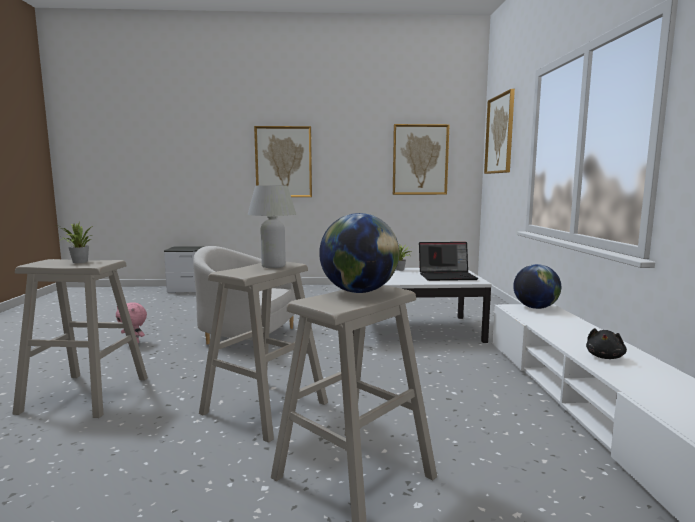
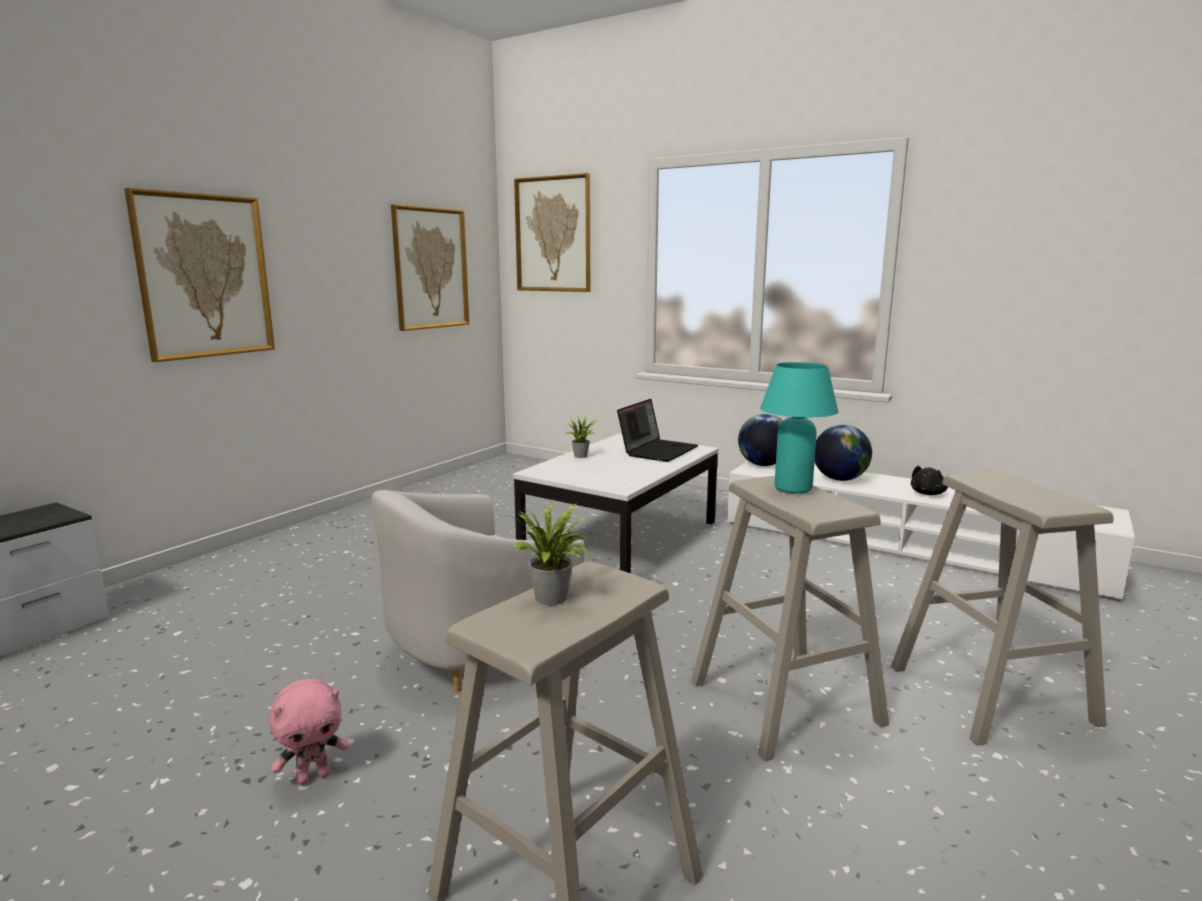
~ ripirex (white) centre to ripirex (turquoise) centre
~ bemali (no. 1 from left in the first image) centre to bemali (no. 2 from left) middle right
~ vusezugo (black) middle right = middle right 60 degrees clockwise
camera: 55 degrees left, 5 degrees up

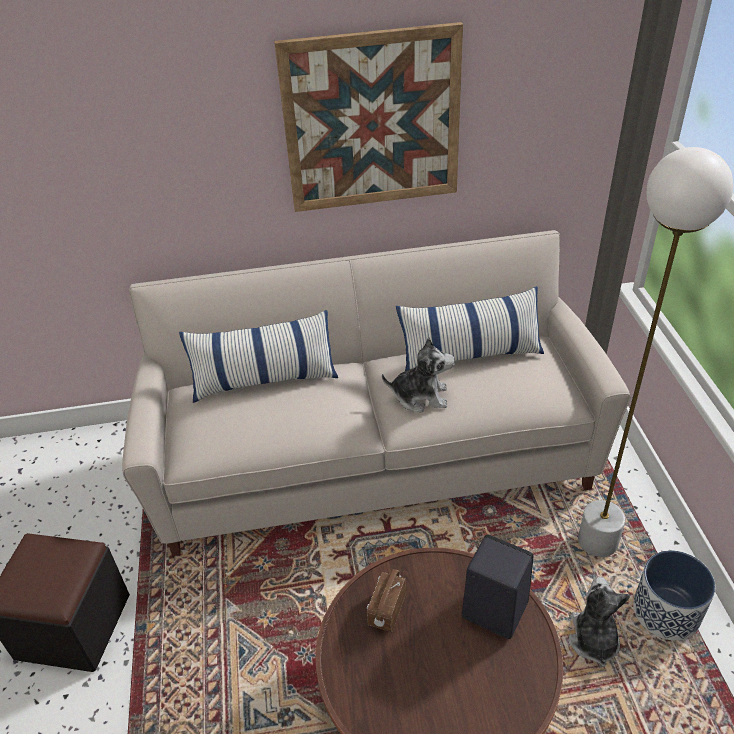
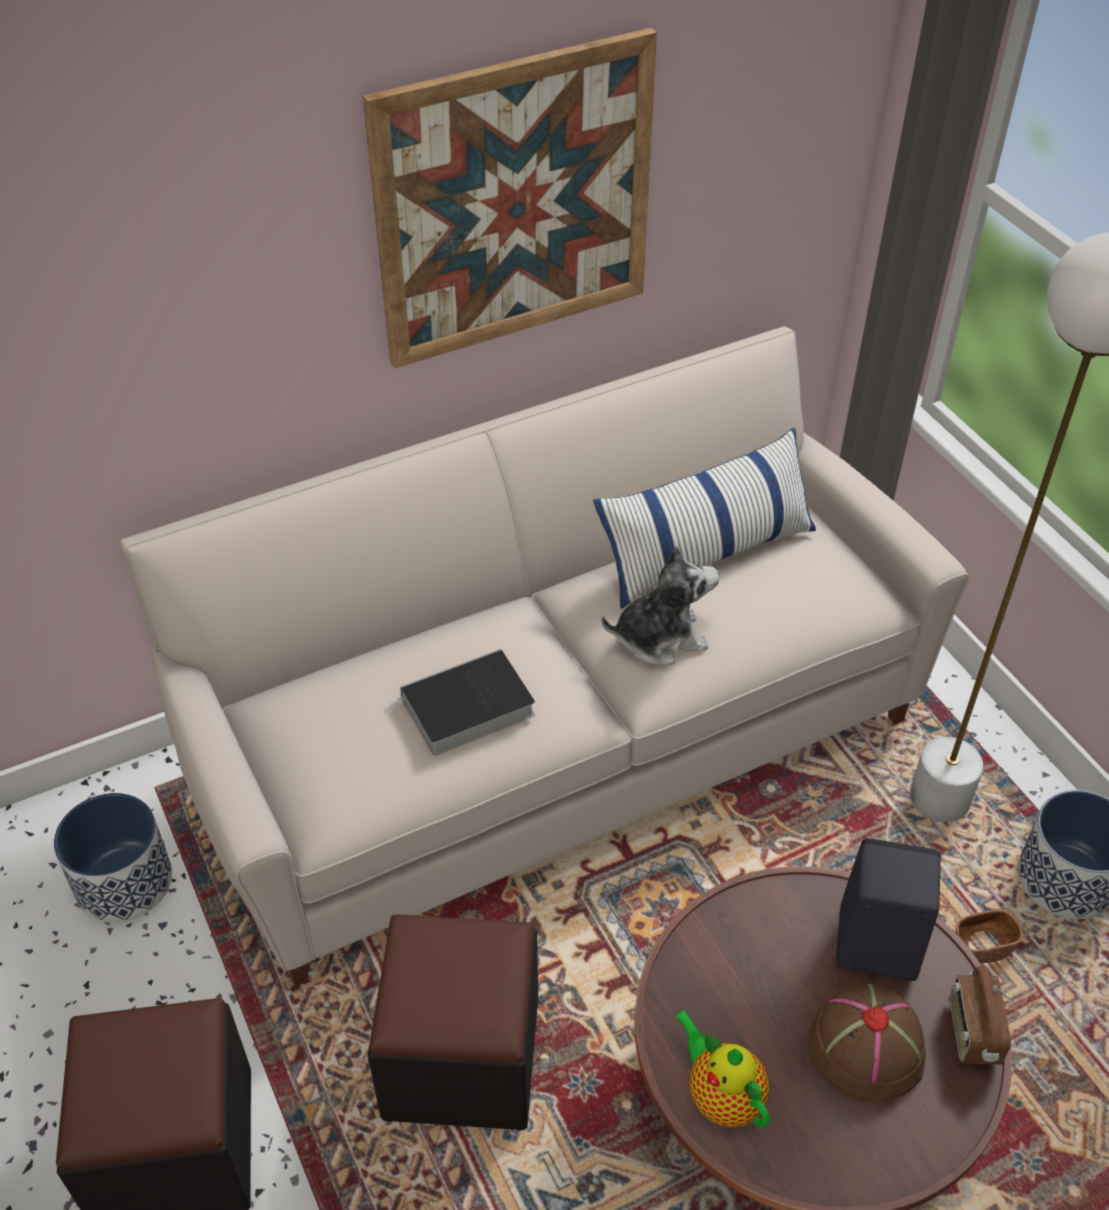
- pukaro (no. 1 from left) centre
~ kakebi bottom centre to bottom right
~ vusezugo (no. 2 from left) bottom right to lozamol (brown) bottom right
+ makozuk centre
+ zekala (no. 1 from left) bottom left
+ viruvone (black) (no. 2 from left) bottom centre
+ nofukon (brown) bottom right
+ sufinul bottom centre
camera: 20 degrees left, 5 degrees up

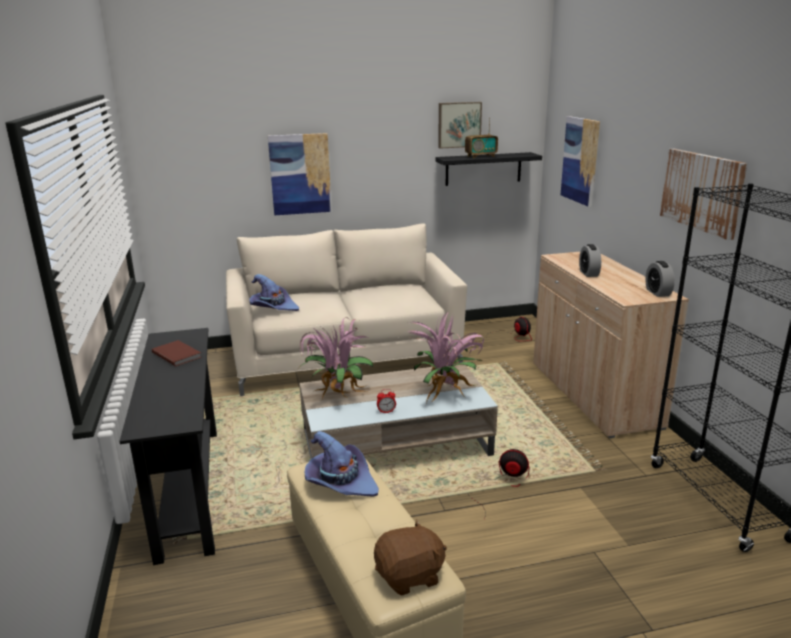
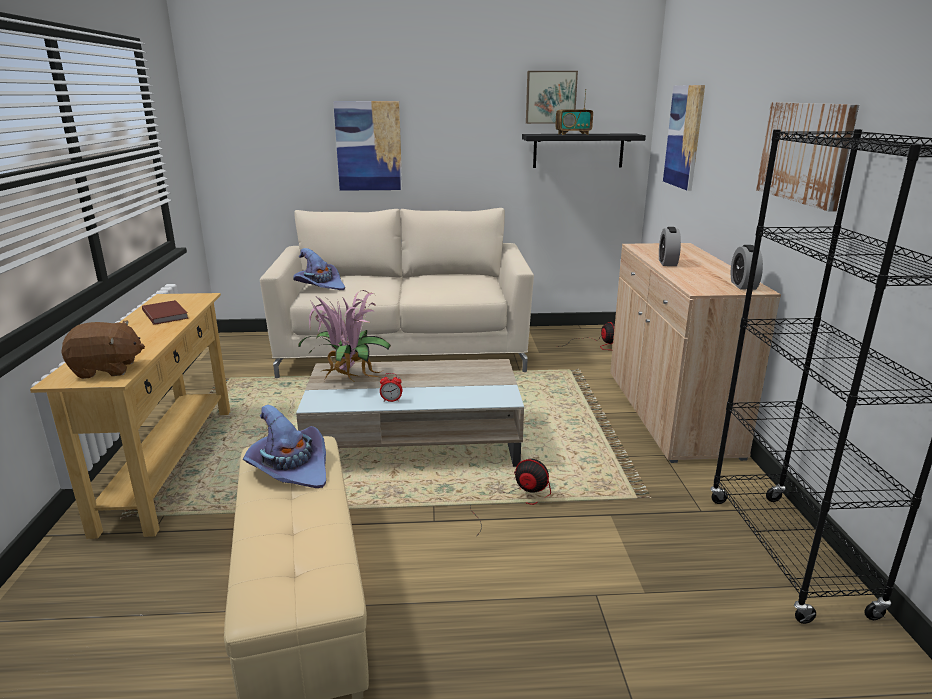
- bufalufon (no. 2 from left) centre
~ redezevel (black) bottom left to redezevel (beige) middle left
~ vusezugo (brown) bottom centre to middle left
camera: 10 degrees right, 0 degrees up

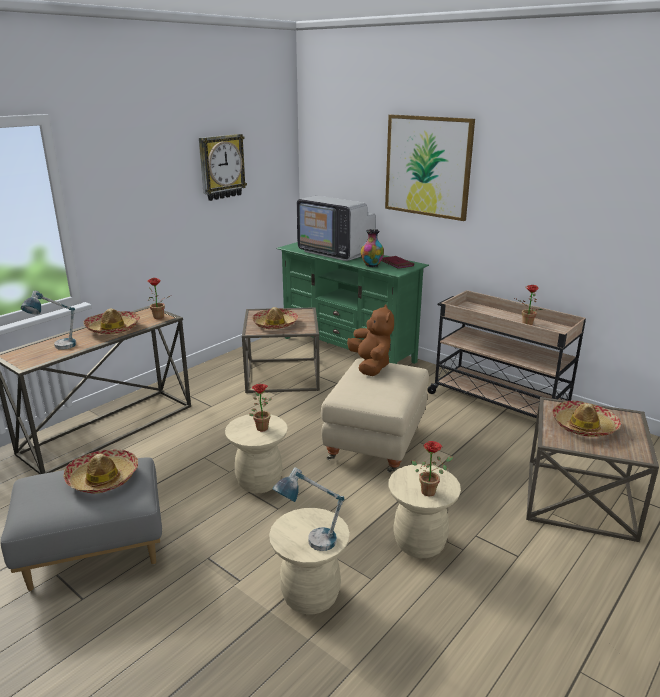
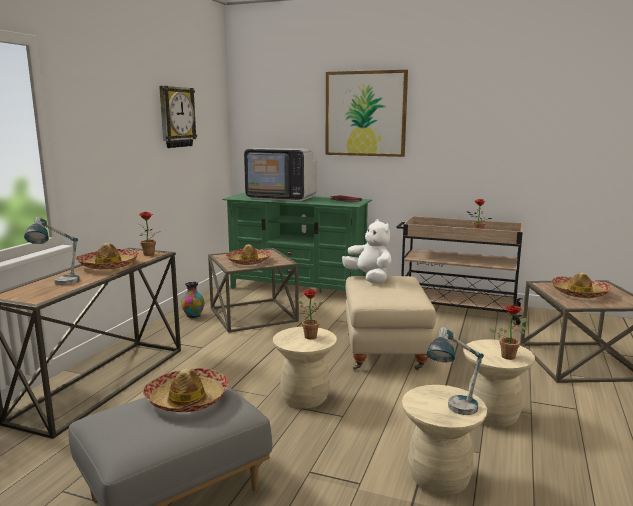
~ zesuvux centre to middle left
~ vusezugo (brown) centre to vusezugo (white) centre
camera: 20 degrees left, 10 degrees down

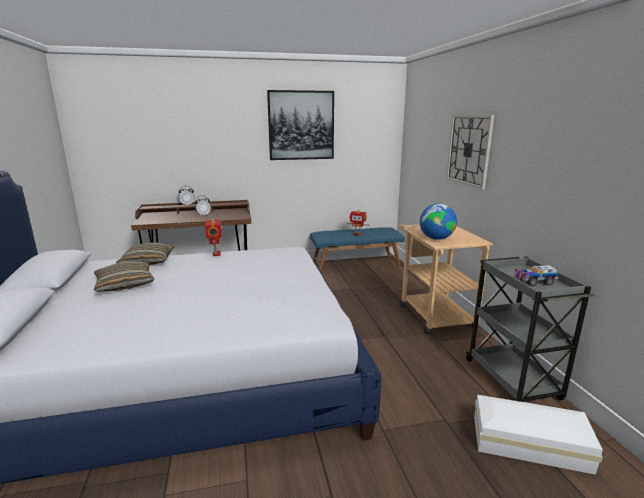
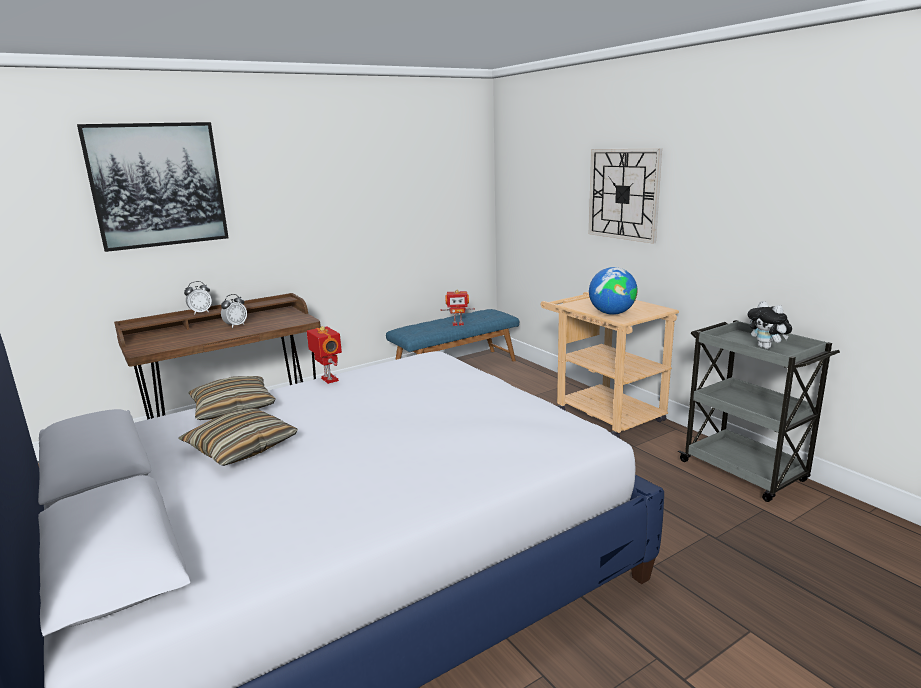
~ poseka top centre to top left
~ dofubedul middle right to vusezugo middle right
- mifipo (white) bottom right
camera: 20 degrees left, 0 degrees up

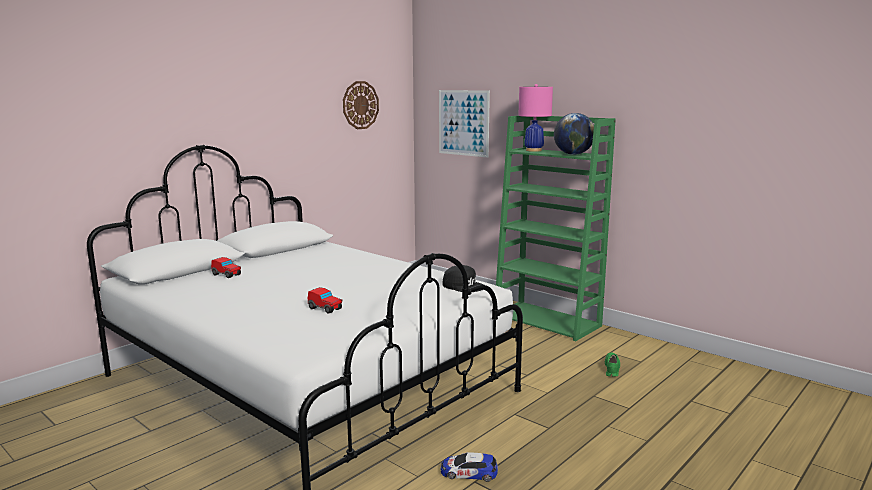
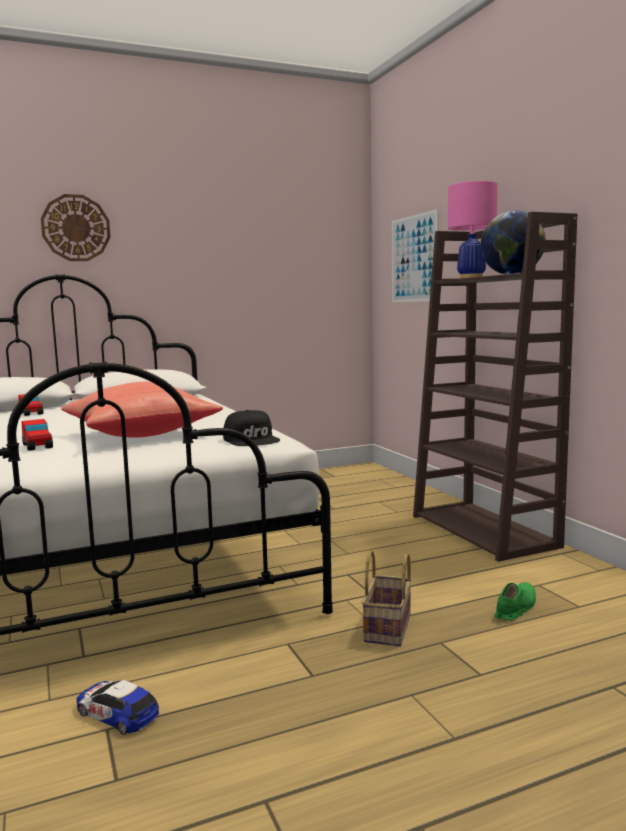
~ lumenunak top centre to top left
~ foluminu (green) centre to foluminu (brown) middle right
+ pukaro (red) middle left
+ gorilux bottom centre
camera: 25 degrees right, 5 degrees down

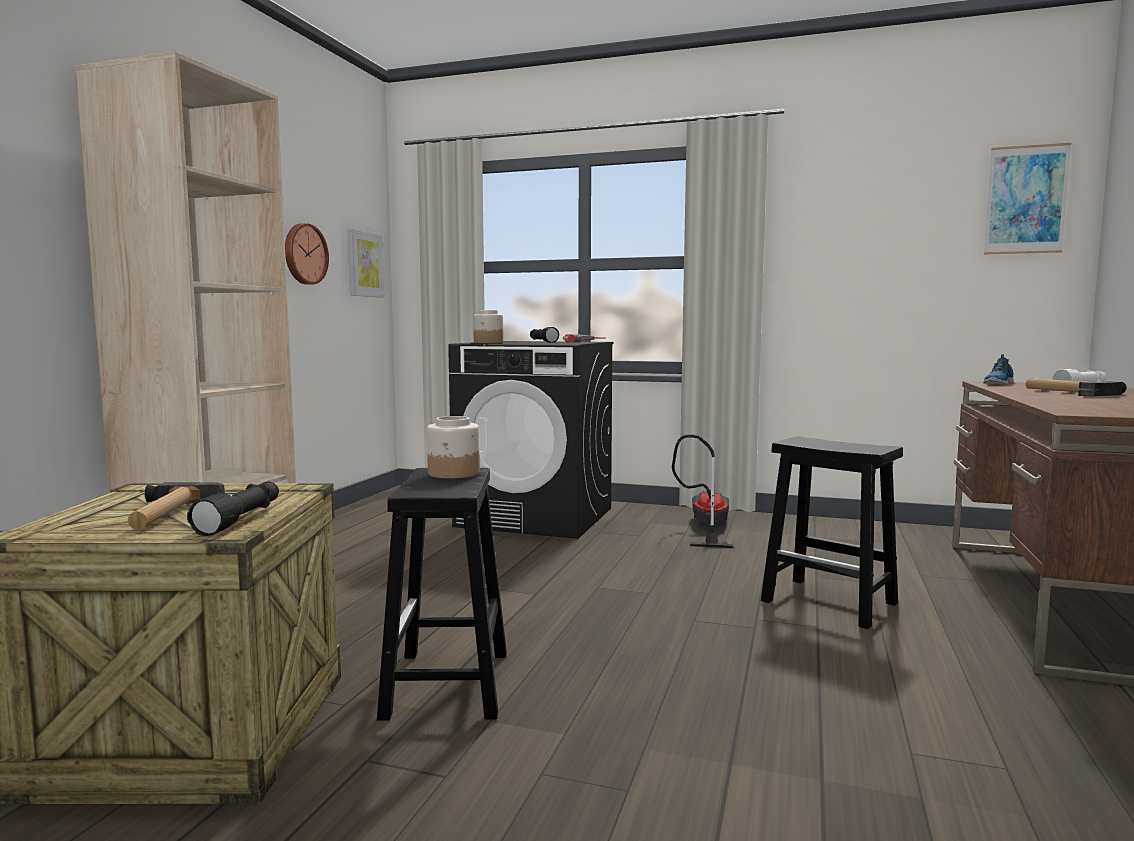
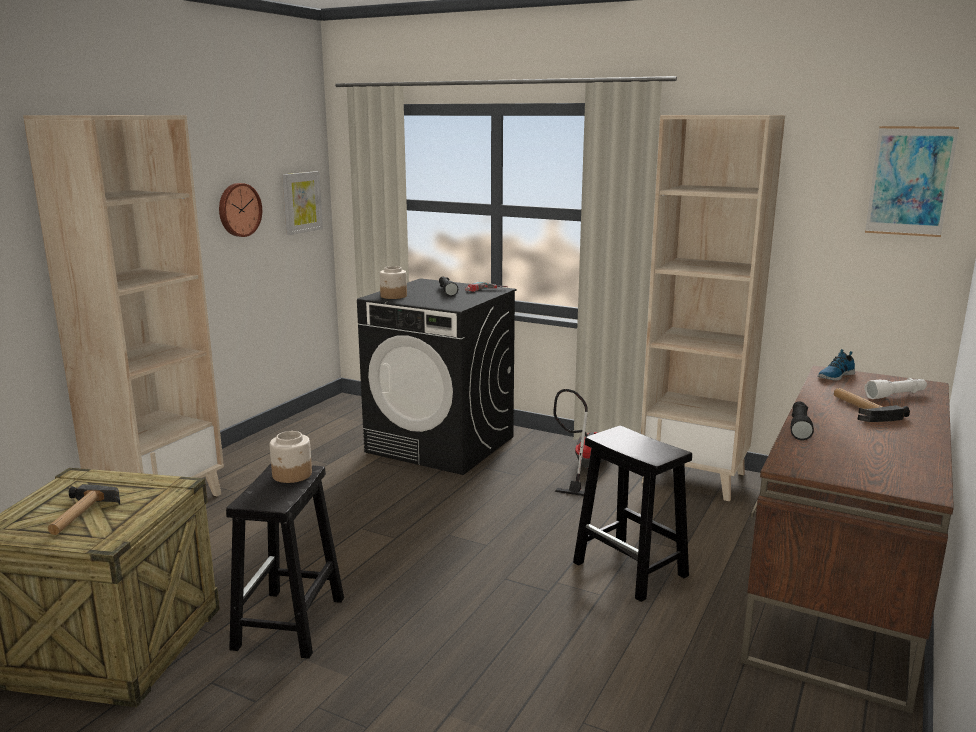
~ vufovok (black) (no. 1 from left in the first image) middle left to vufovok (black) (no. 2 from left) middle right
+ foluminu (beige) (no. 2 from left) middle right
camera: 10 degrees right, 10 degrees up

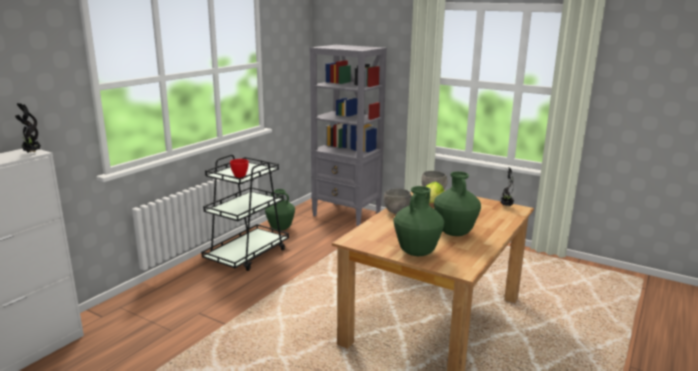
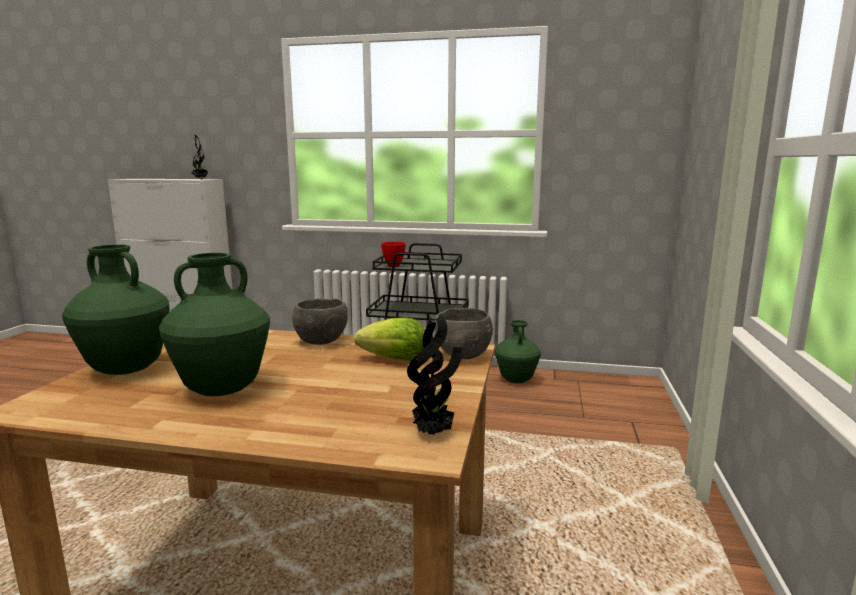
- foluminu (grey) centre
camera: 70 degrees right, 5 degrees down

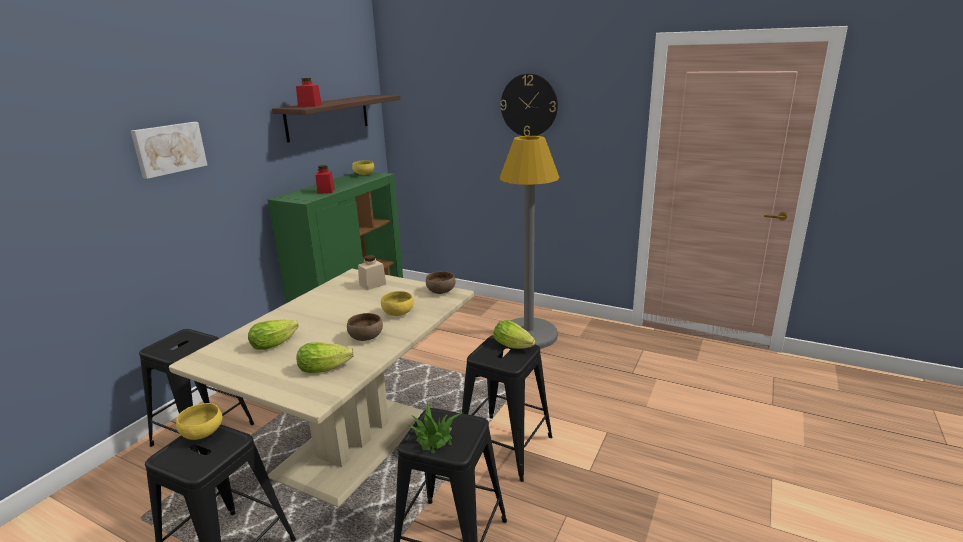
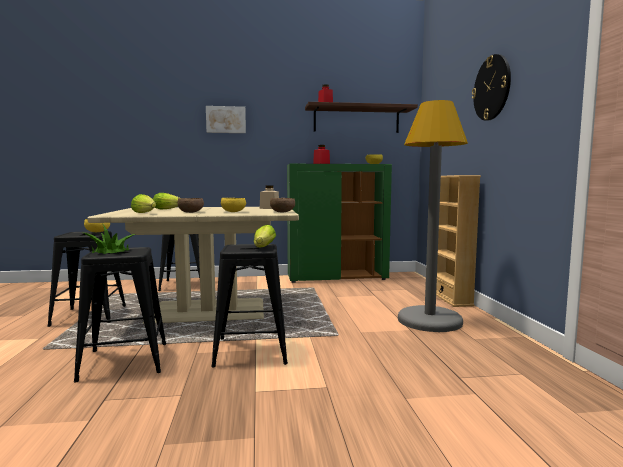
+ foluminu (beige) middle right
camera: 55 degrees right, 15 degrees down

